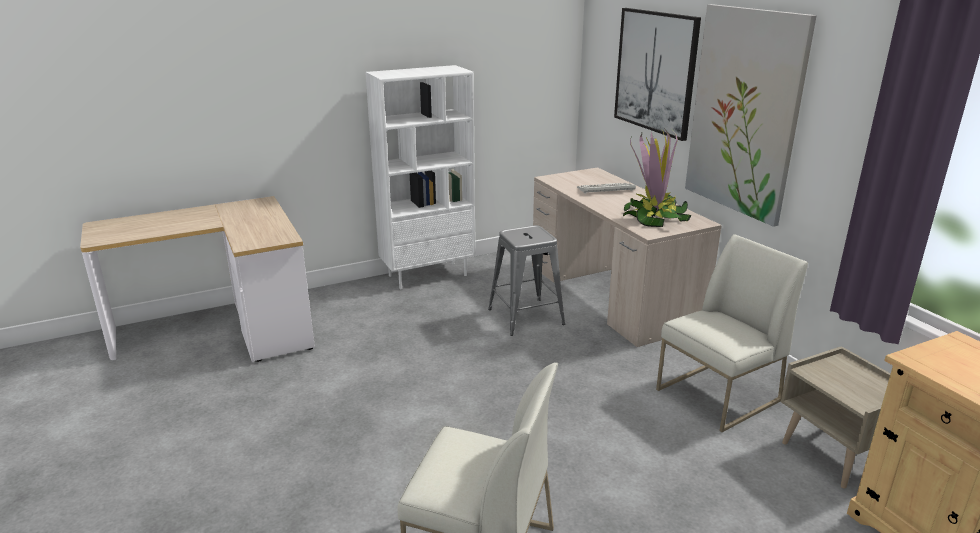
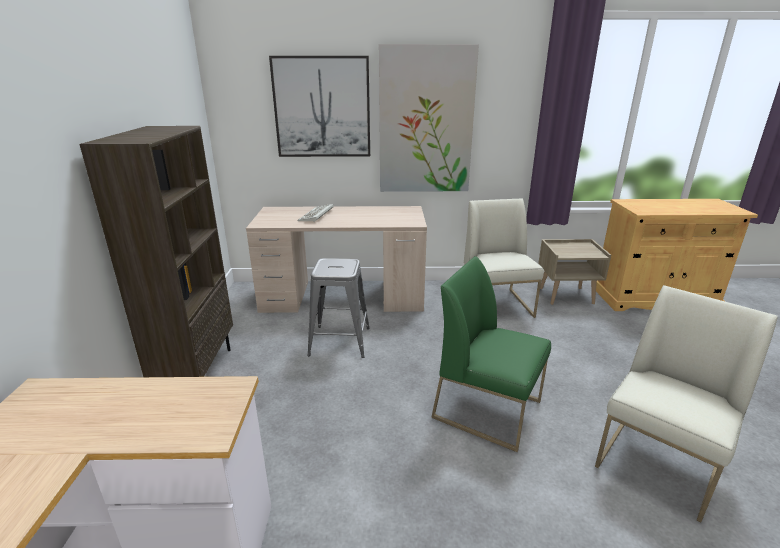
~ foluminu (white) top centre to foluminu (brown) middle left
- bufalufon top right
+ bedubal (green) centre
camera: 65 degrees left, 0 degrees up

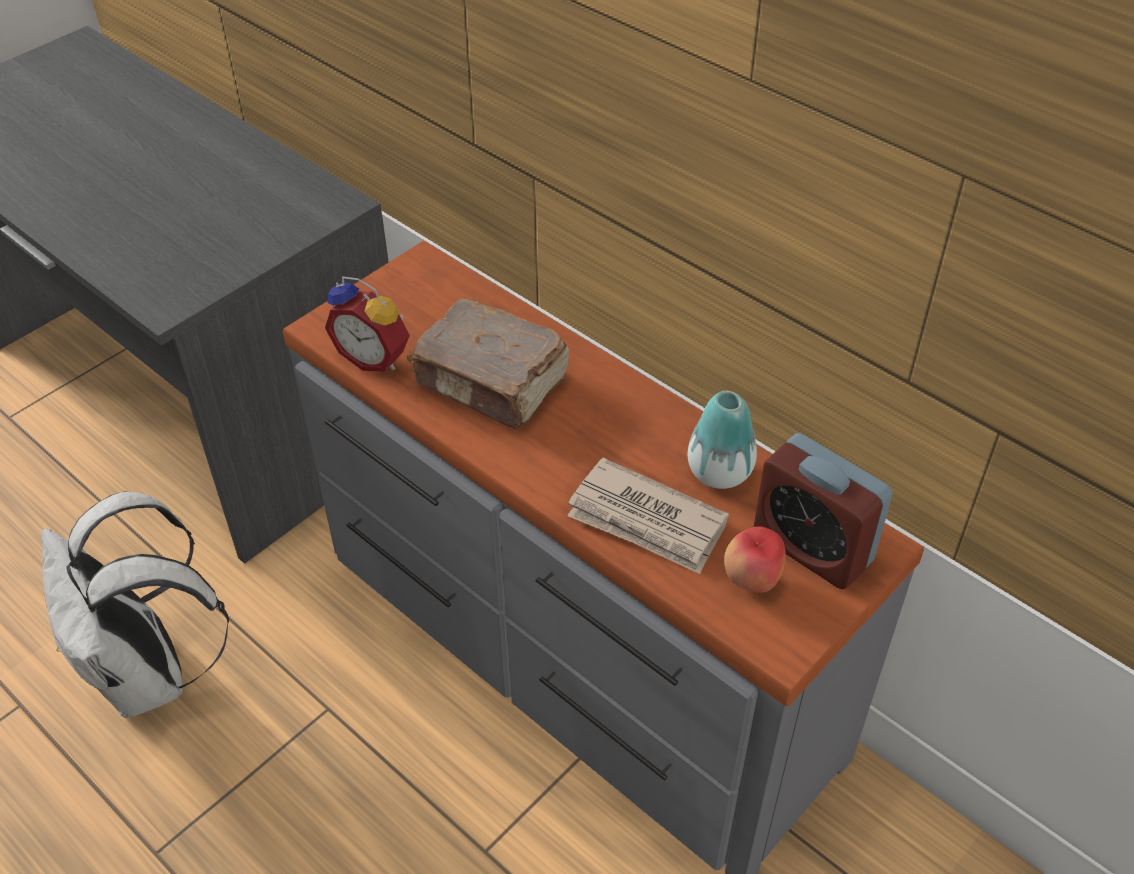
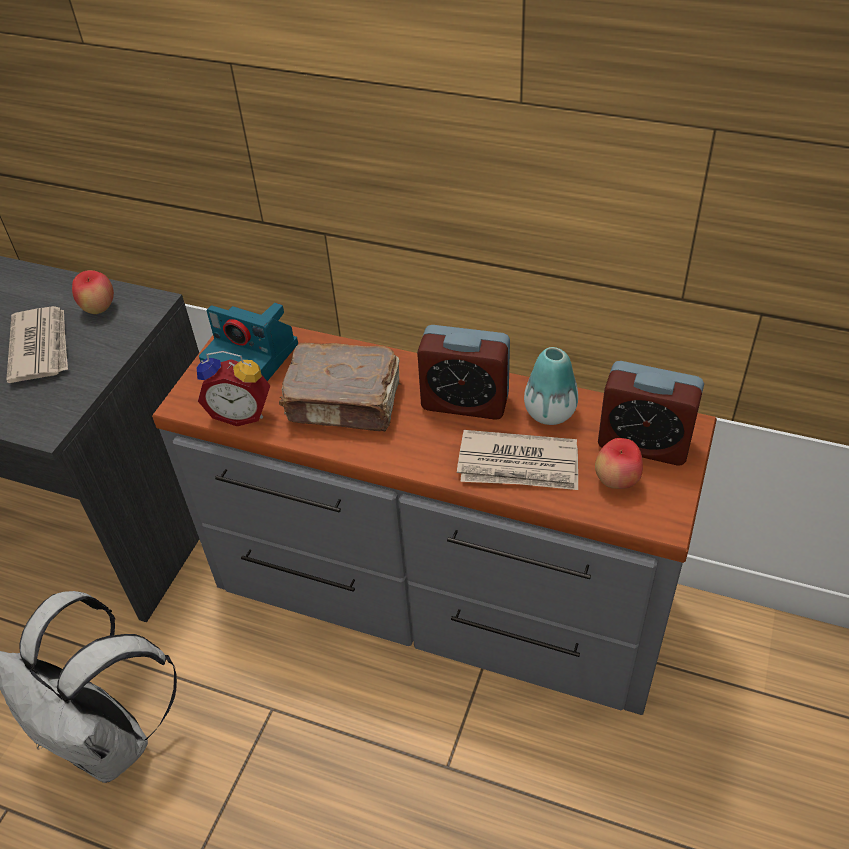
+ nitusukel (no. 1 from left) middle left
+ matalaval middle left
+ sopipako (no. 1 from left) middle left
+ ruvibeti (no. 2 from left) centre
camera: 20 degrees left, 0 degrees up

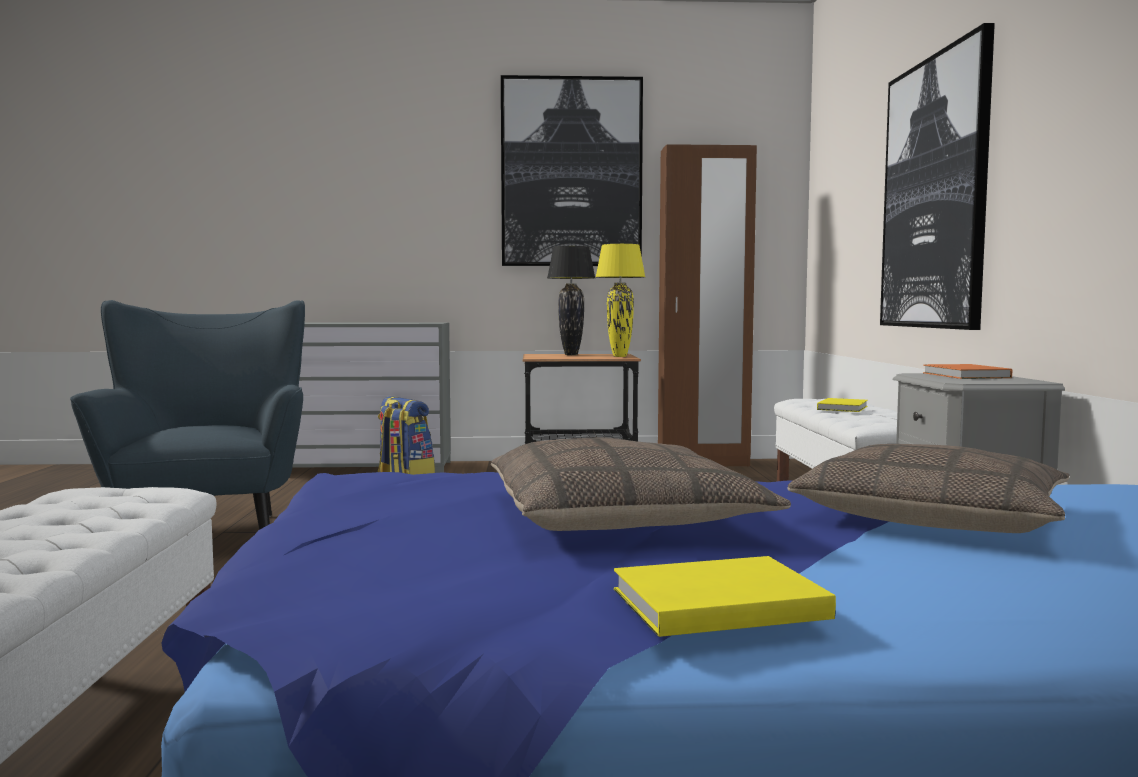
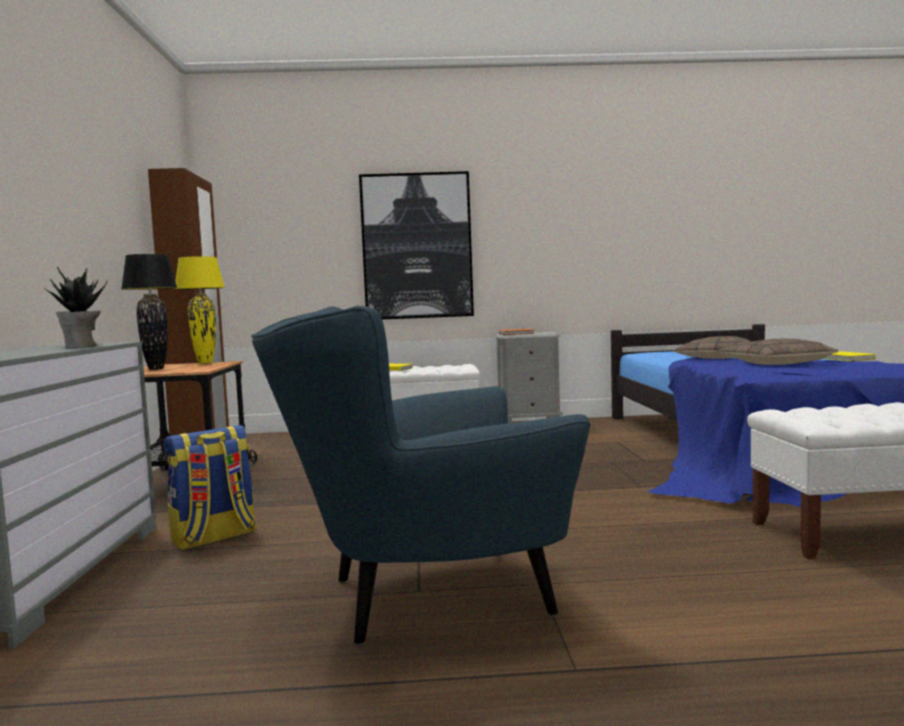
- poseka (no. 1 from left) top centre
+ bufalufon middle left
camera: 90 degrees left, 0 degrees up

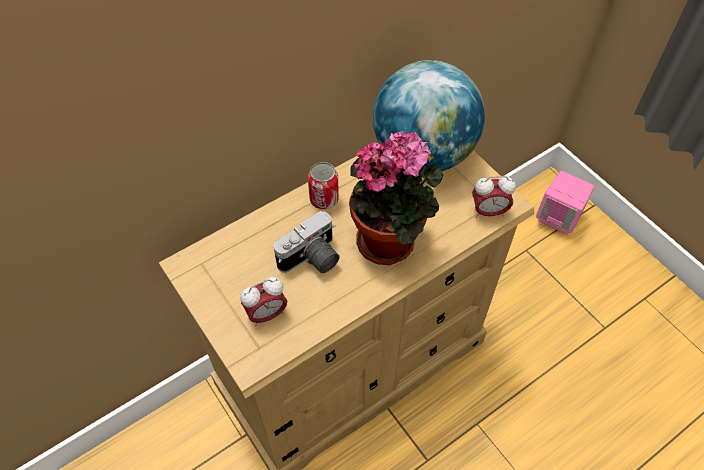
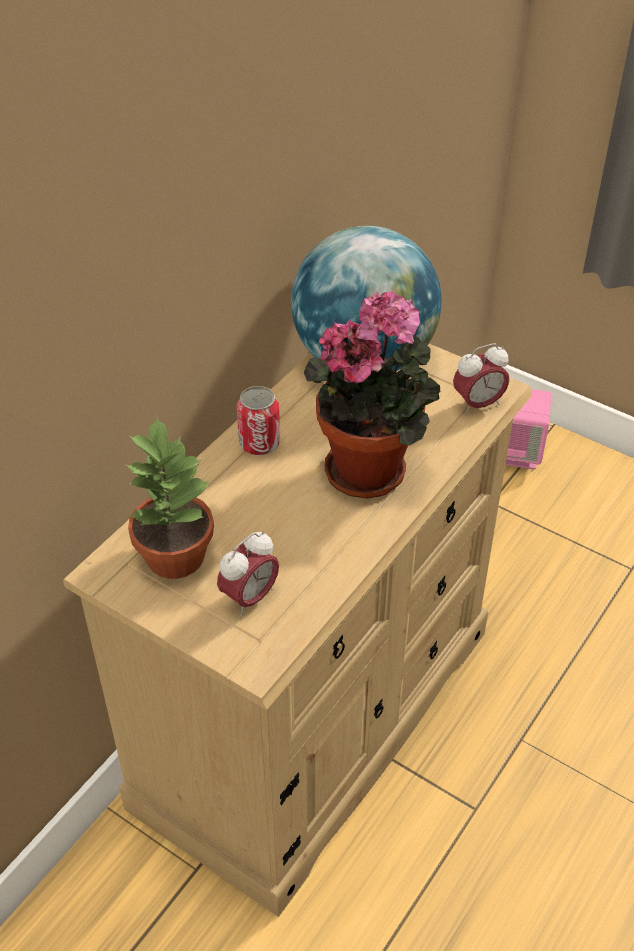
- matalaval centre
+ bufalufon (no. 1 from left) middle left
camera: 20 degrees left, 10 degrees down

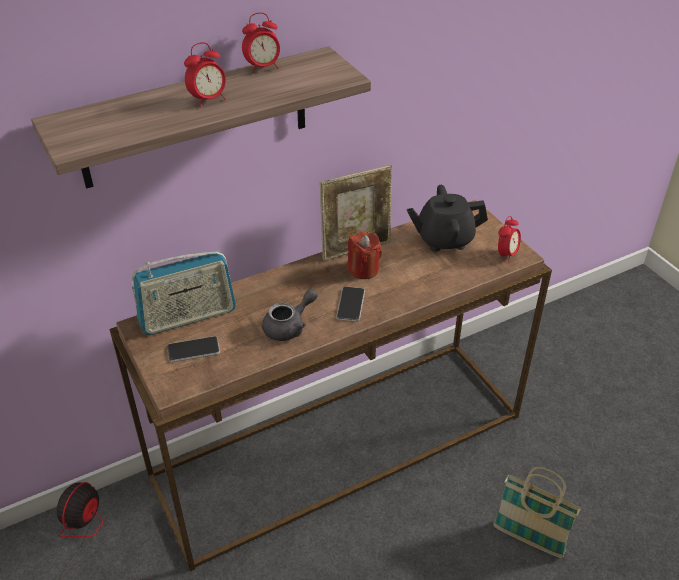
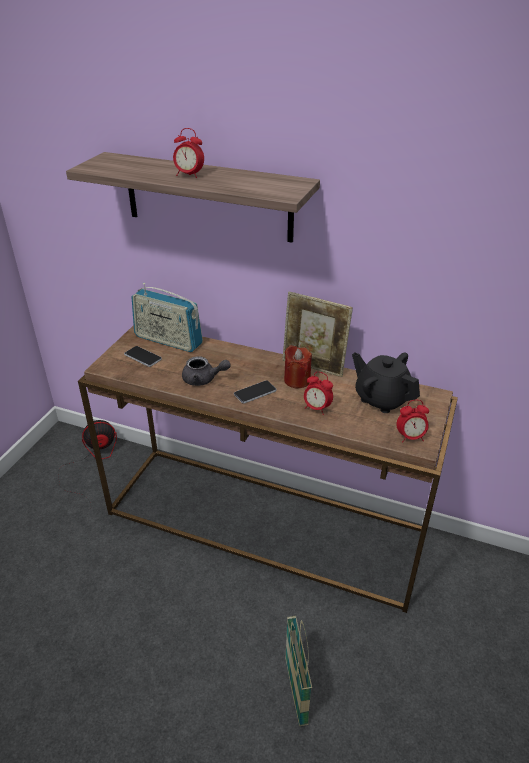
~ ruvibeti (no. 2 from left) top centre to centre
camera: 50 degrees right, 5 degrees down

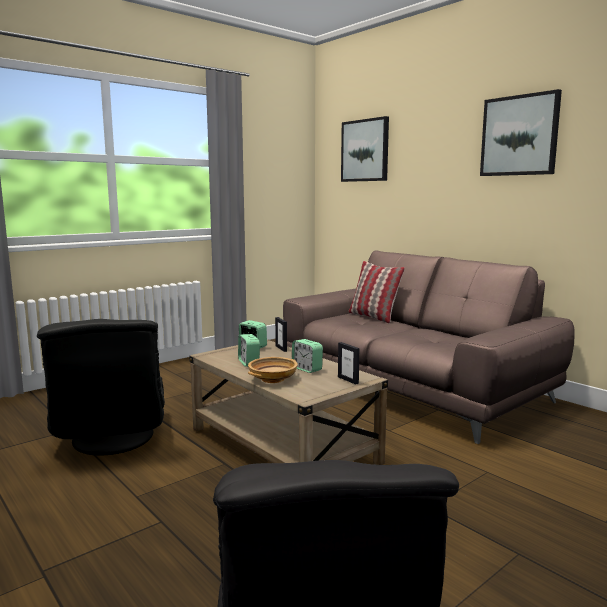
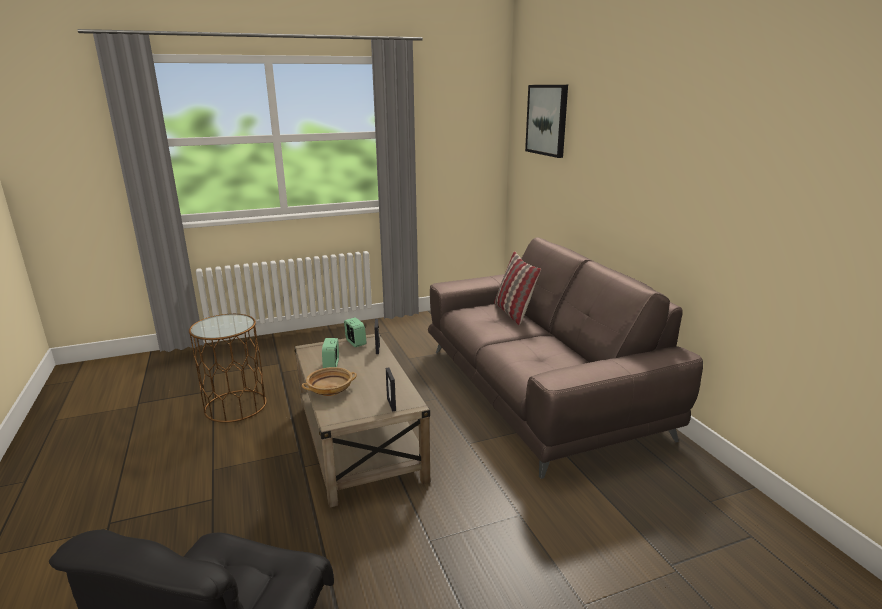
- poseka (no. 2 from left) top right
~ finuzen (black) (no. 1 from left) middle left to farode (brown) middle left
- ruvibeti (no. 3 from left) centre
camera: 20 degrees right, 10 degrees up

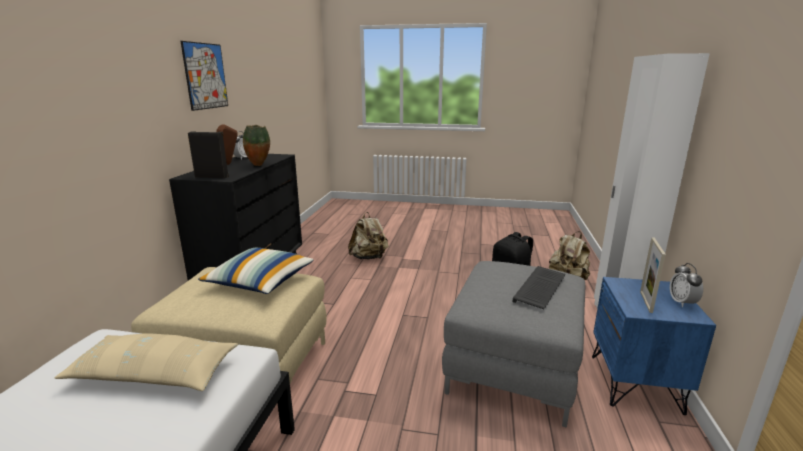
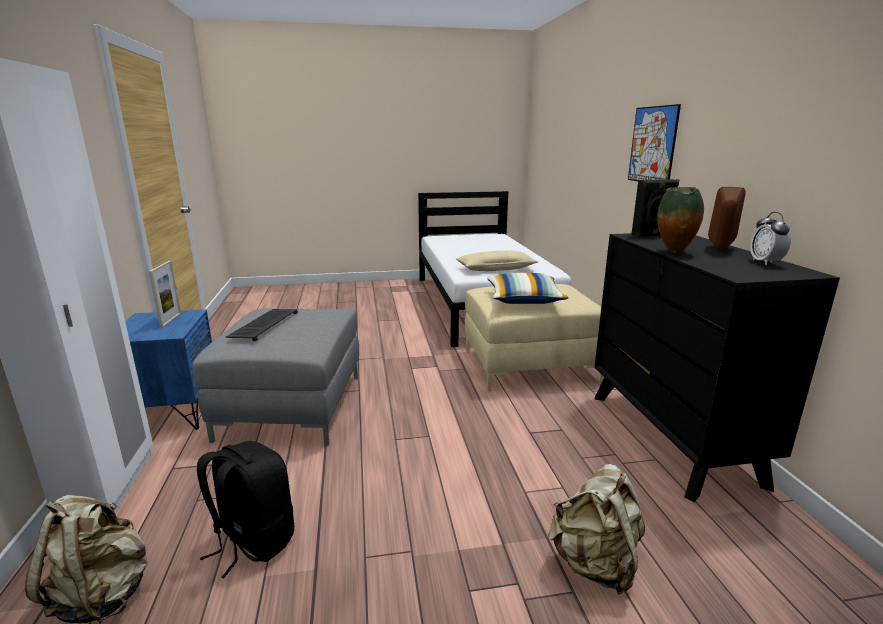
~ poseka top left to top right
- ruvibeti (no. 2 from left) middle right
camera: 160 degrees right, 0 degrees up

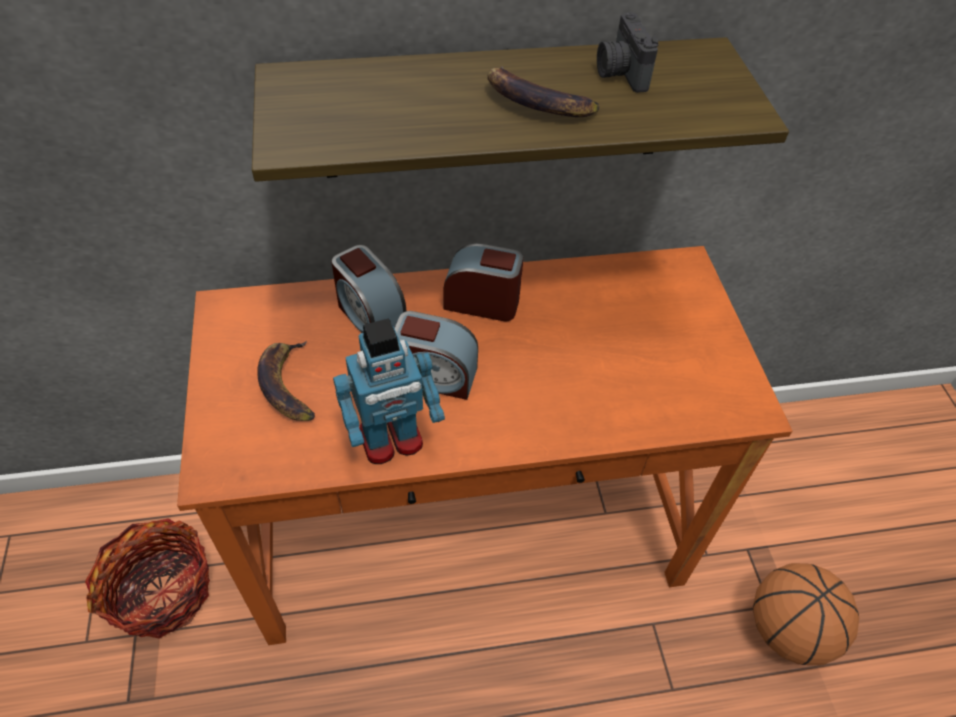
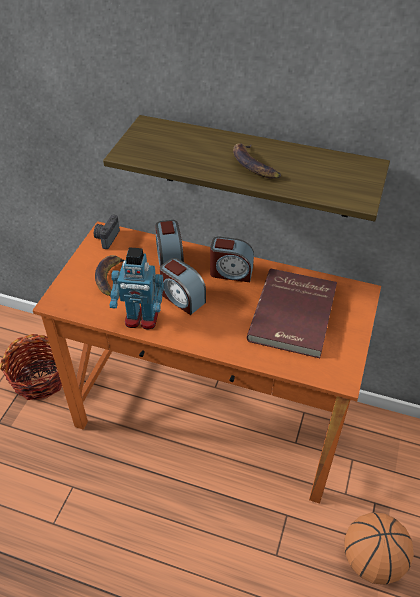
~ matalaval top centre to middle left
~ ruvibeti (no. 3 from left) centre = centre 150 degrees clockwise
+ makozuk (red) middle right
camera: 30 degrees right, 5 degrees down

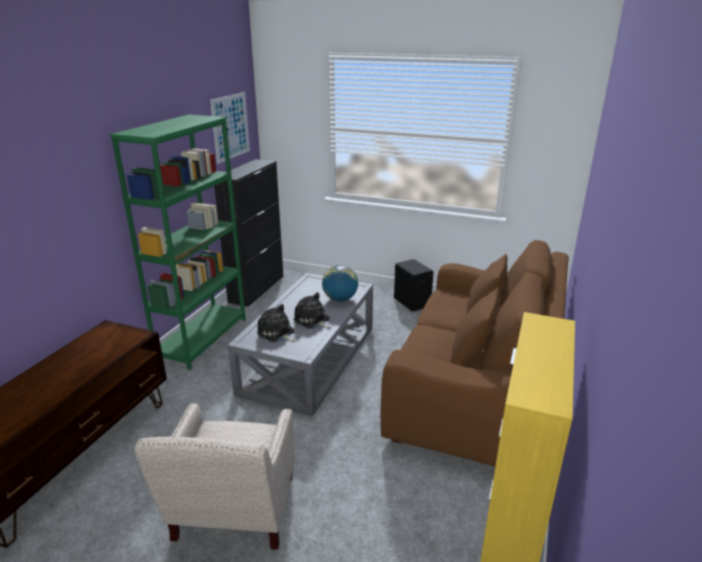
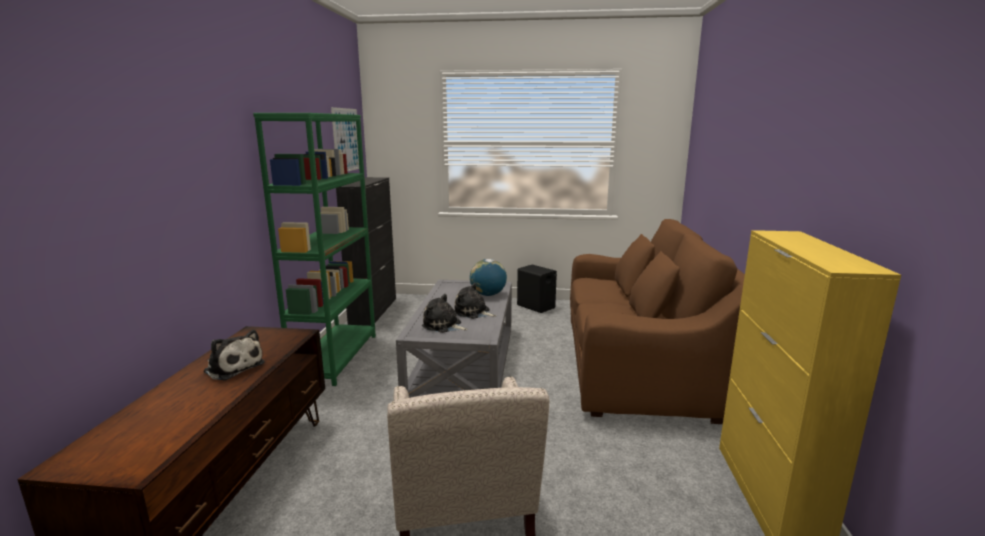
+ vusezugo (no. 1 from left) middle left
camera: 15 degrees left, 10 degrees down

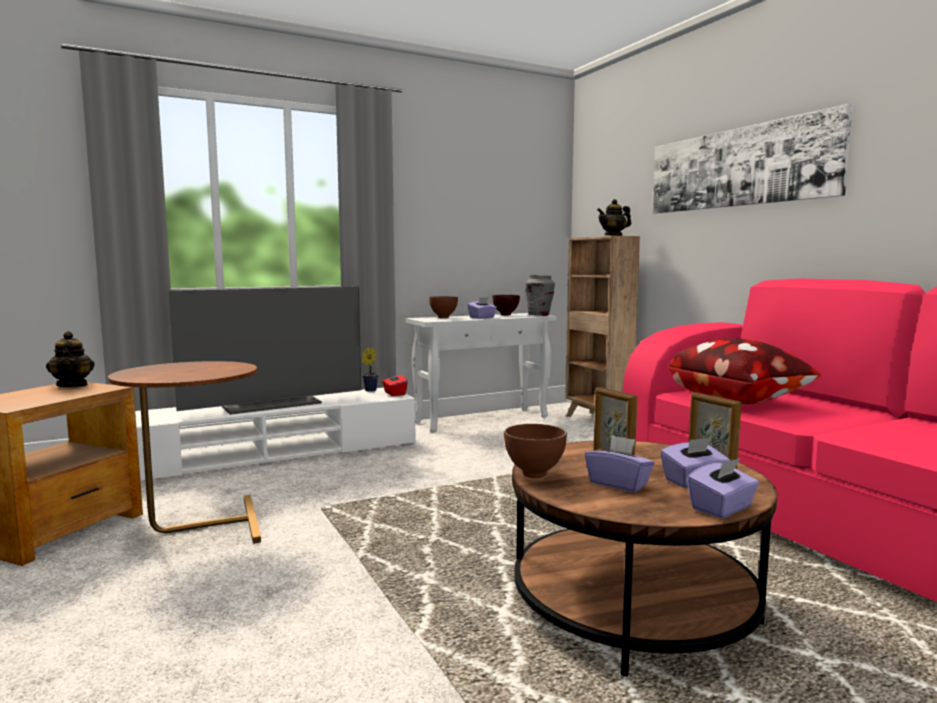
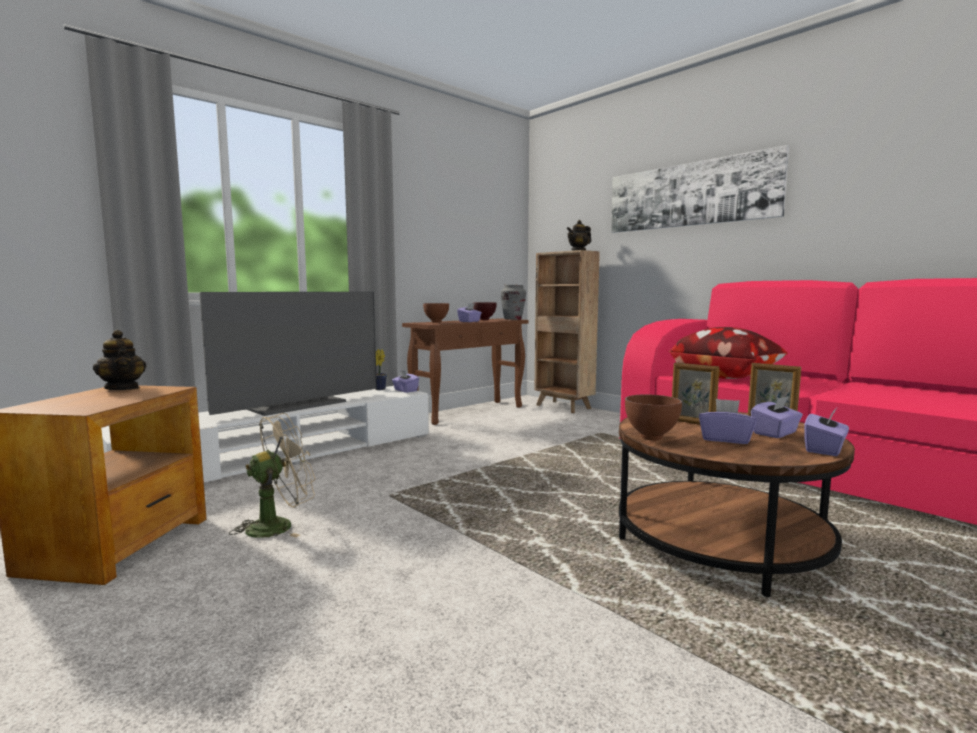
~ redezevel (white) centre to redezevel (brown) centre
~ farode (brown) (no. 2 from left) middle left to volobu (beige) middle left
~ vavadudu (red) centre to vavadudu (purple) (no. 1 from left) centre
camera: 15 degrees left, 0 degrees up

